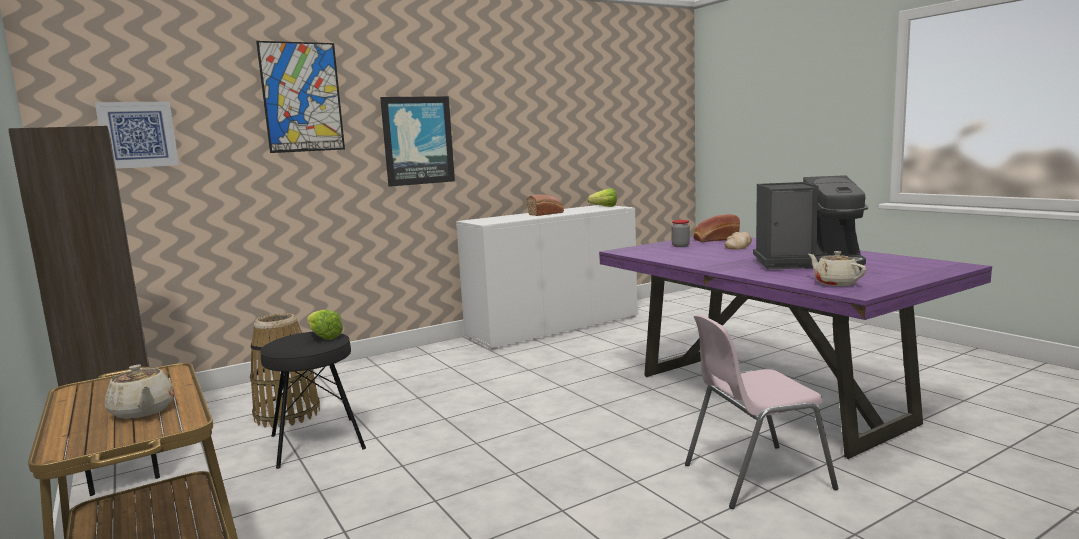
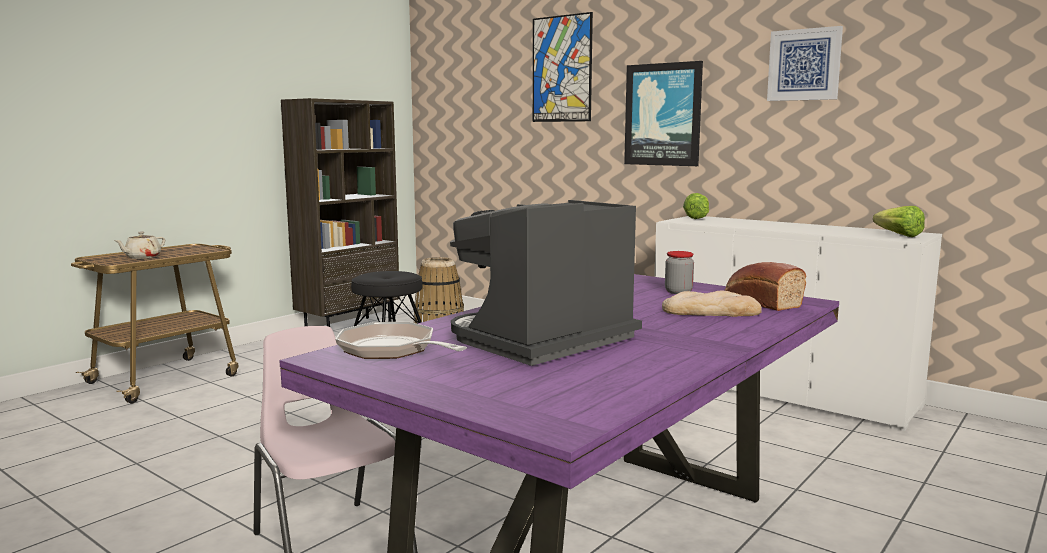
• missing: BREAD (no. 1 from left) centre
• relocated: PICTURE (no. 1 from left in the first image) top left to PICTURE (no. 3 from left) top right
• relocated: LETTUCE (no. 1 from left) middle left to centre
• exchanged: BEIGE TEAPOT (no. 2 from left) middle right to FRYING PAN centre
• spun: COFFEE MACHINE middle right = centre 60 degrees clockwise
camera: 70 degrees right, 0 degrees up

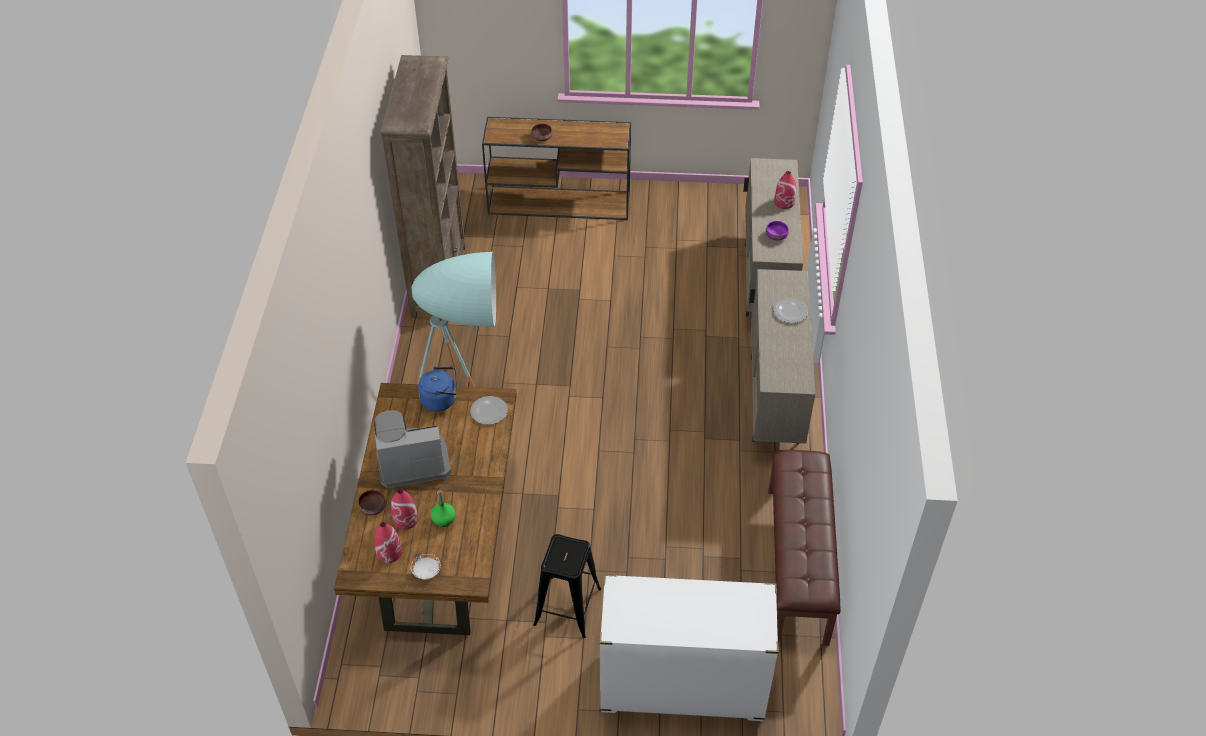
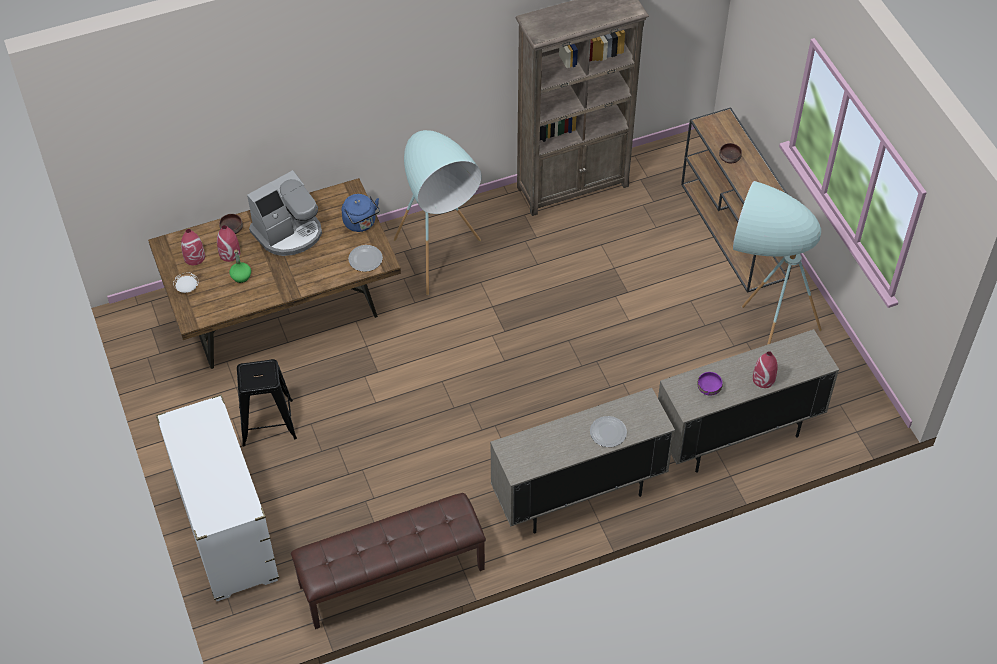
• appeared: TURQUOISE FLOOR LAMP (no. 2 from left) middle right
• spun: COFFEE MACHINE centre = top left 90 degrees clockwise
camera: 65 degrees right, 5 degrees up

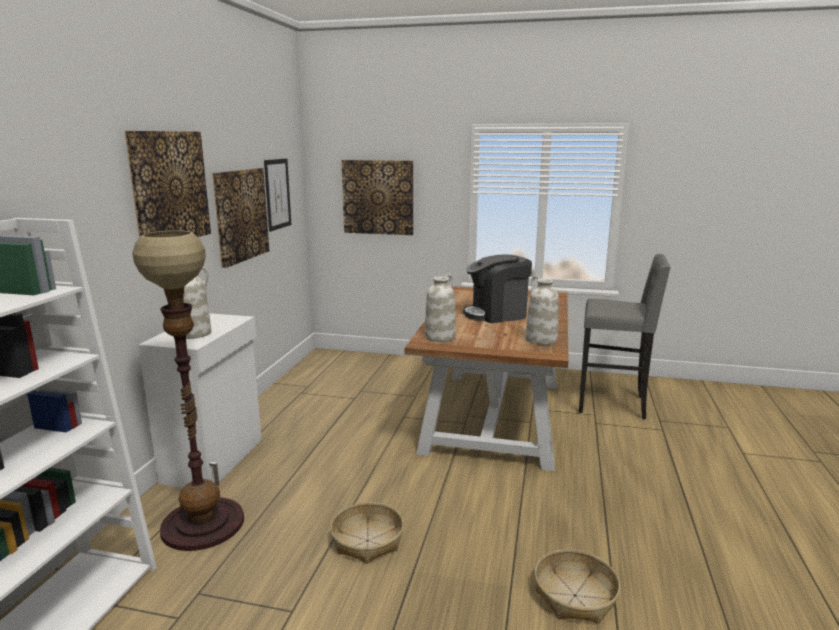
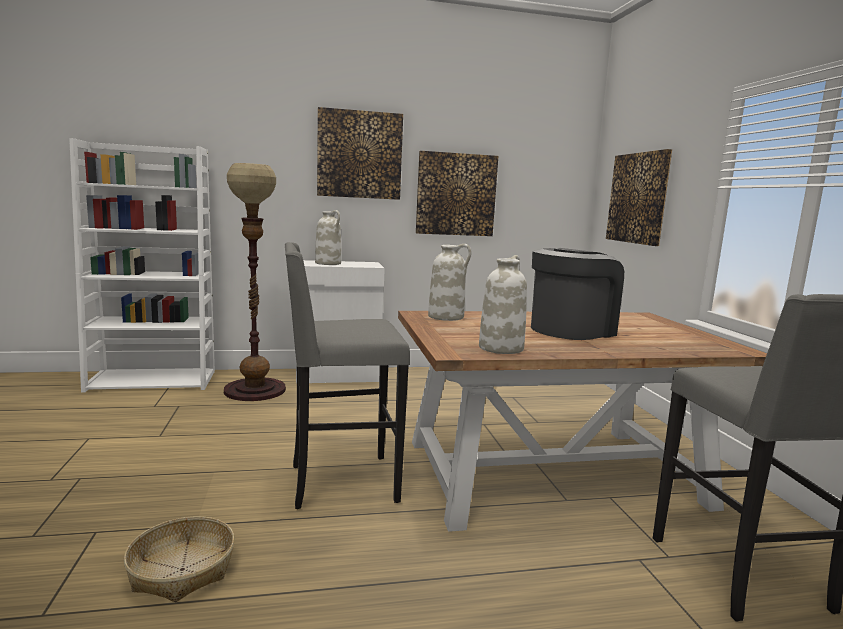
• missing: PICTURE (no. 3 from left) top left
• missing: BASKET (no. 1 from left) bottom centre
• appeared: GREY STOOL (no. 1 from left) centre
• spun: COFFEE MACHINE centre = middle right 90 degrees clockwise
camera: 65 degrees right, 5 degrees down

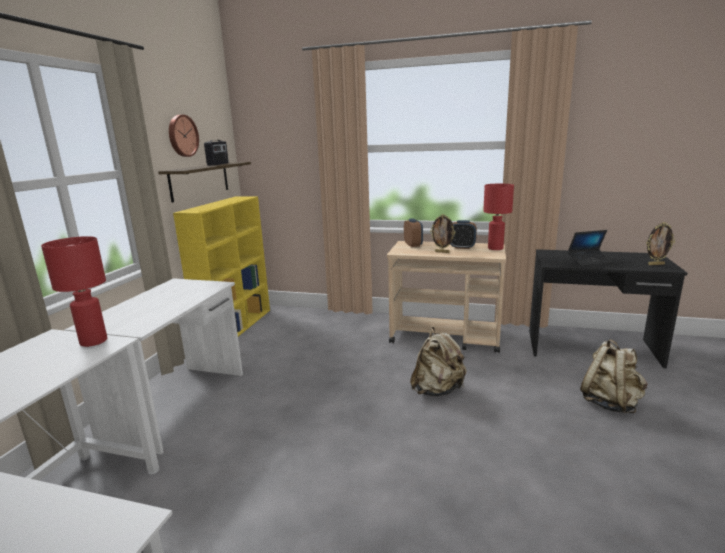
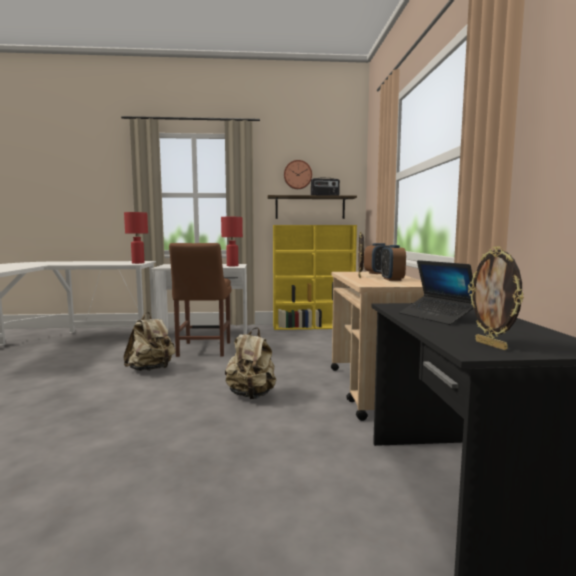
• appeared: BROWN CHAIR centre
• relocated: RED TABLE LAMP (no. 2 from left) middle right to centre
• relocated: BEIGE BACKPACK (no. 2 from left in the first image) bottom right to BEIGE BACKPACK (no. 1 from left) middle left
camera: 70 degrees right, 10 degrees down

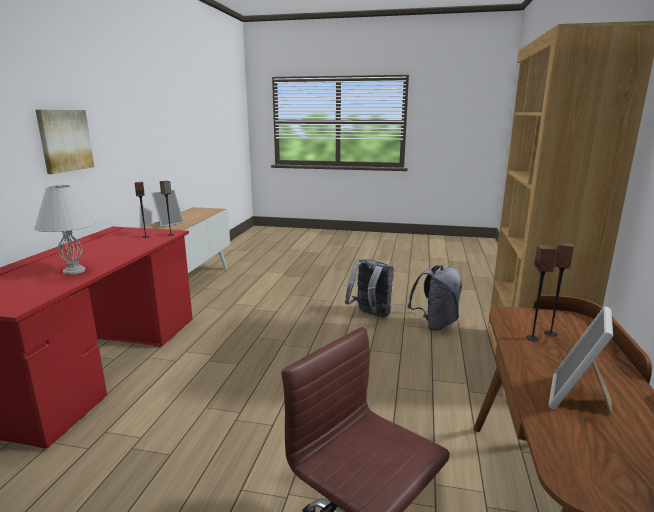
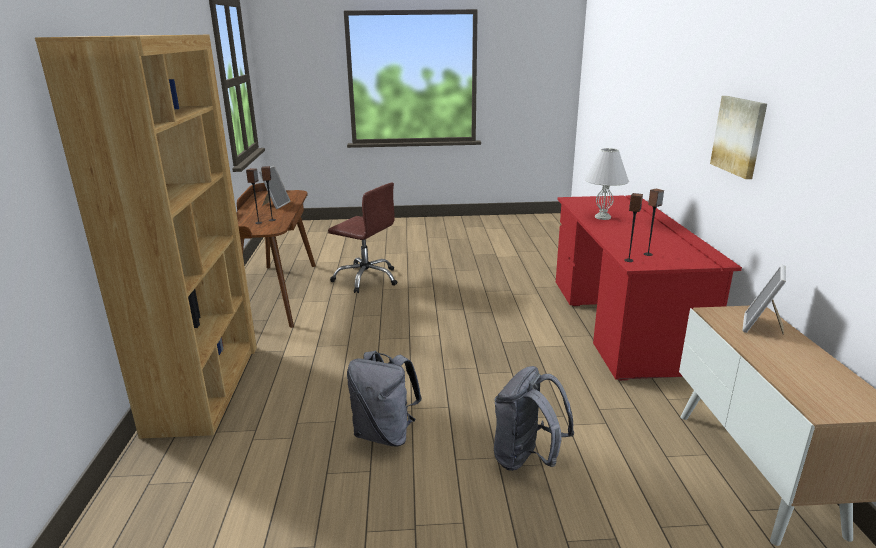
• relocated: GREY BACKPACK (no. 2 from left) centre to bottom centre
camera: 165 degrees right, 5 degrees up

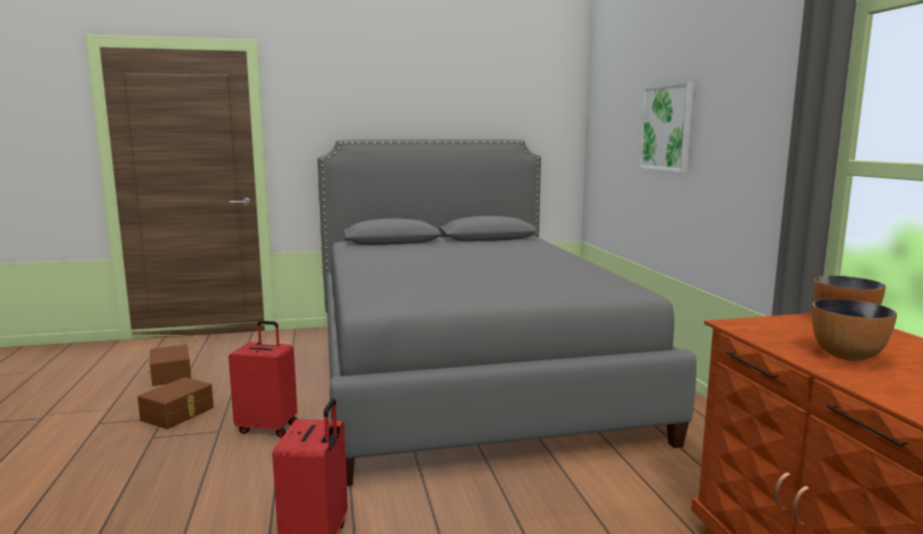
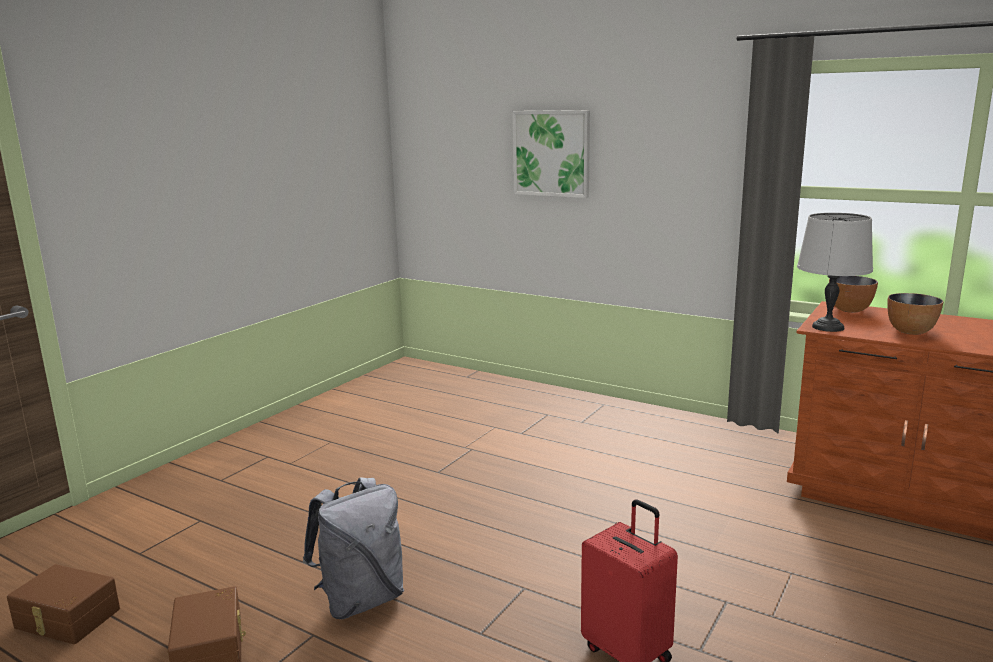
• missing: GREY BED centre
• appeared: GREY TABLE LAMP middle right
• exchanged: RED SUITCASE (no. 1 from left) bottom left to GREY BACKPACK bottom centre
camera: 45 degrees left, 5 degrees up

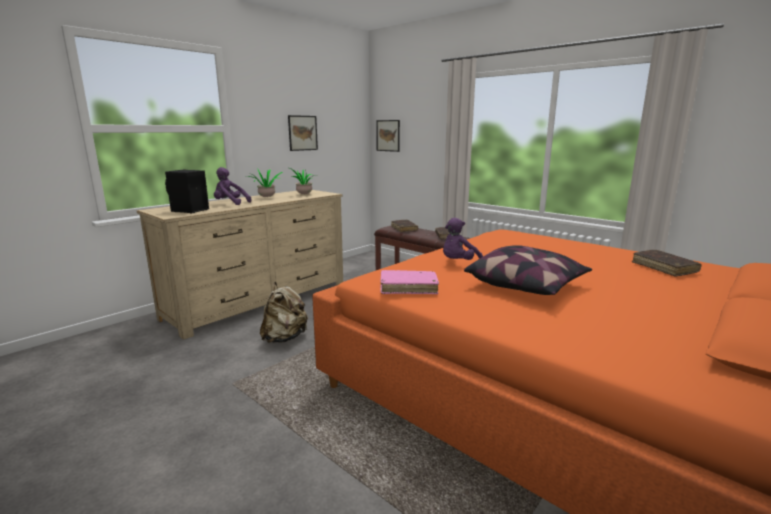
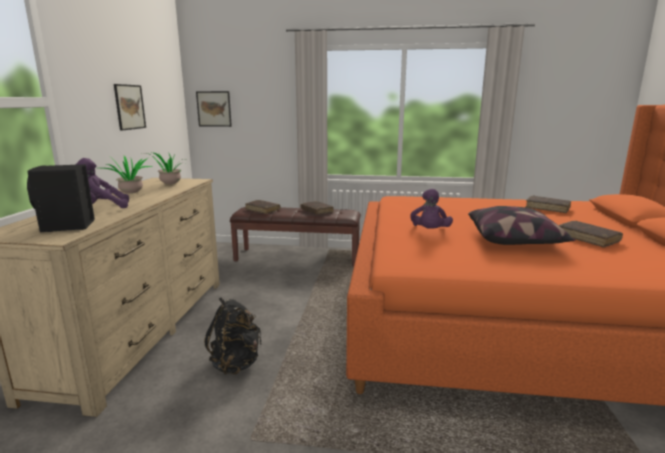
• missing: PINK BOOK centre
• appeared: BROWN BOOK (no. 4 from left) middle right
• colour: BEIGE BACKPACK centre to BLACK BACKPACK bottom centre
camera: 35 degrees left, 0 degrees up

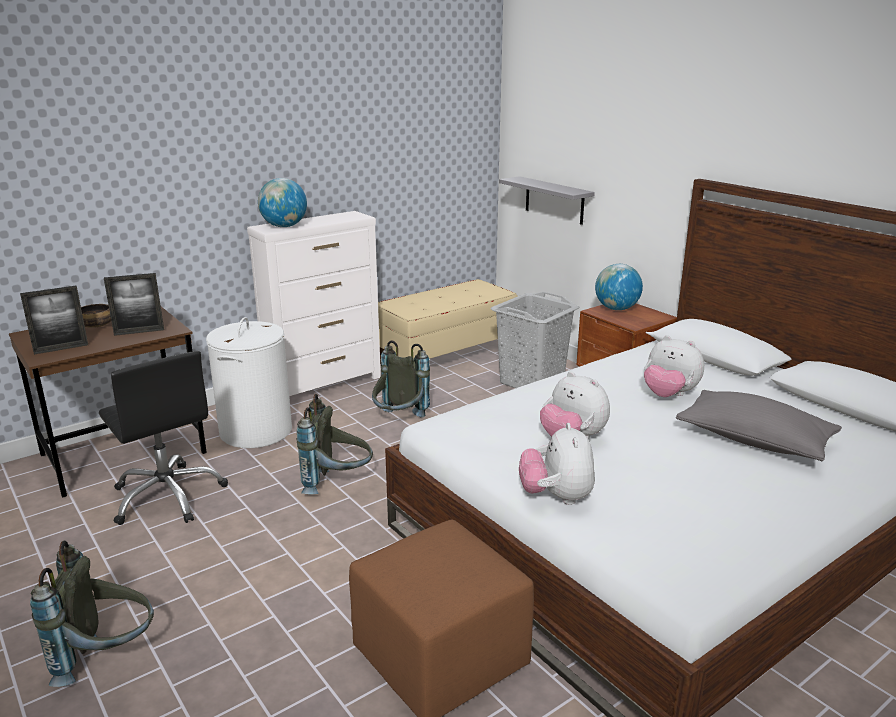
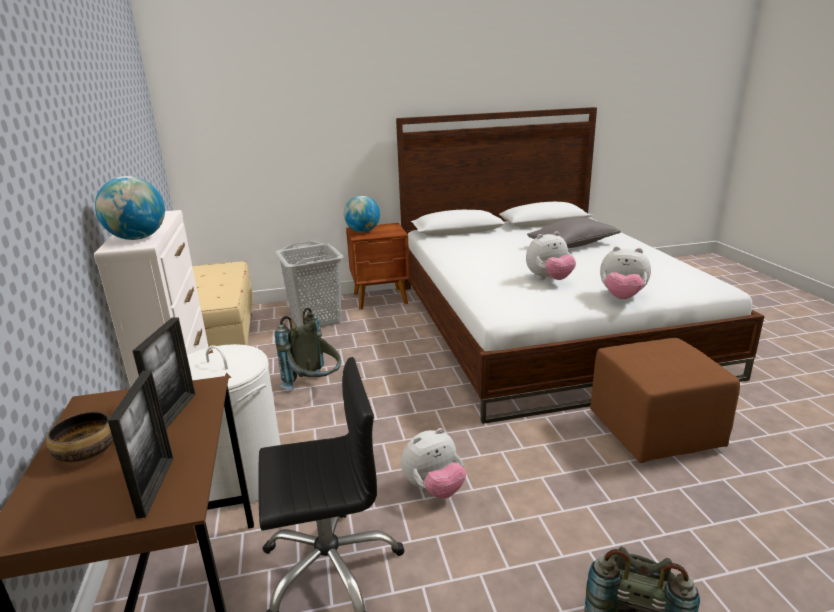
• missing: GREY BACKPACK (no. 2 from left) centre
• missing: GREY SHELF top centre
• relocated: PLUSH TOY (no. 3 from left in the first image) middle right to PLUSH TOY (no. 1 from left) bottom centre
camera: 65 degrees left, 0 degrees up

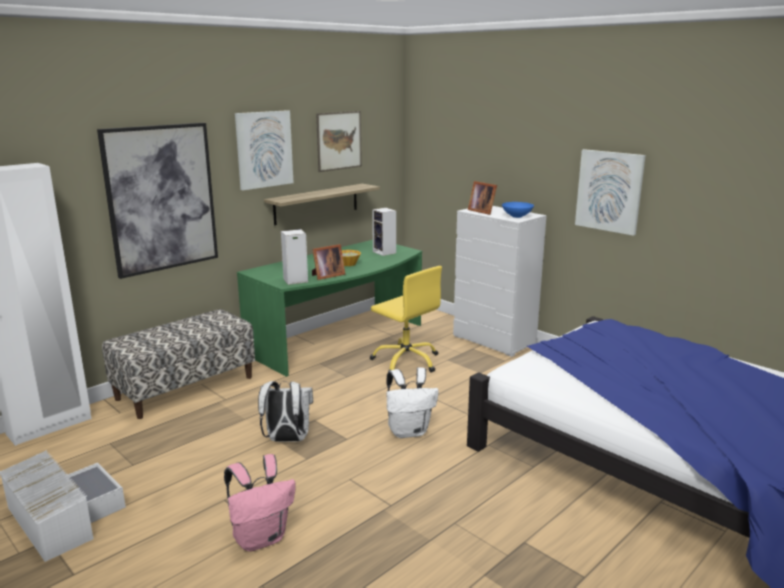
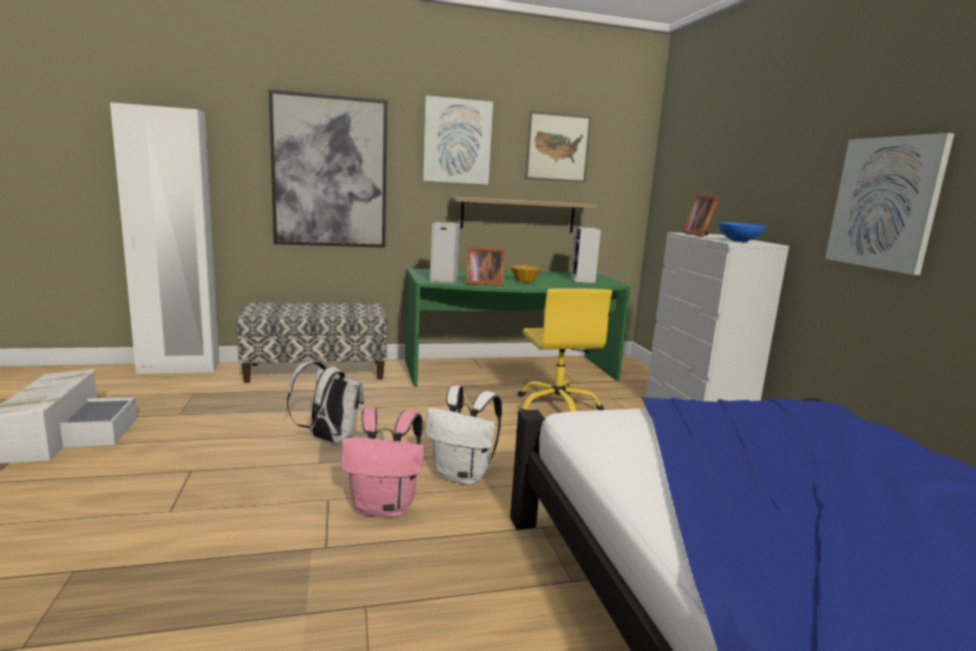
• relocated: PINK BACKPACK bottom left to bottom centre
camera: 30 degrees right, 5 degrees down

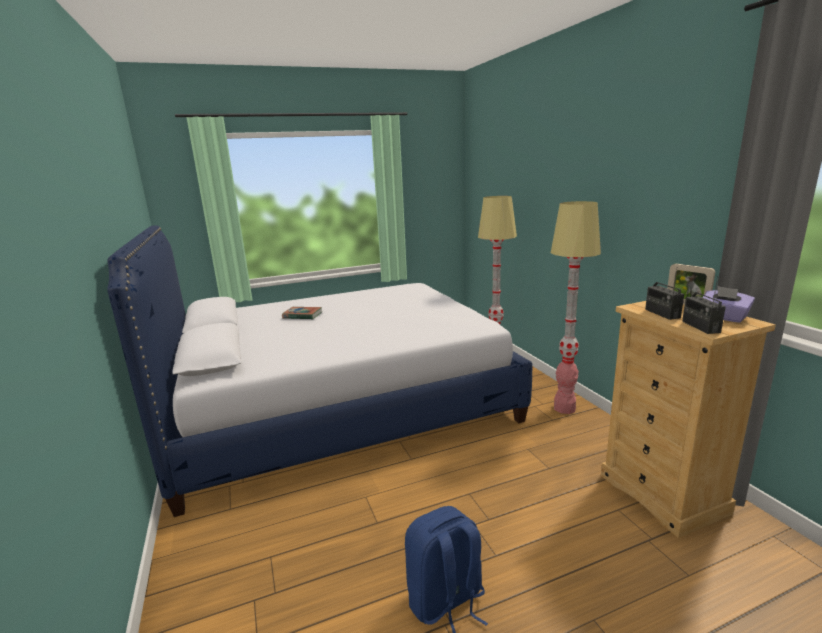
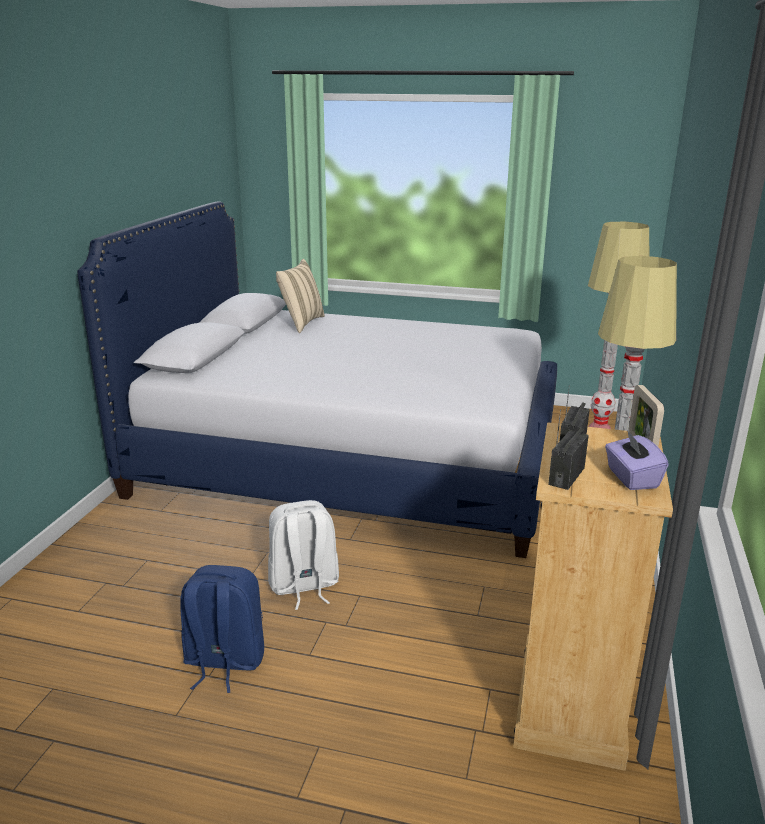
• missing: BOOK centre
• appeared: WHITE BACKPACK bottom centre
• appeared: BEIGE PILLOW centre
camera: 35 degrees right, 5 degrees up

